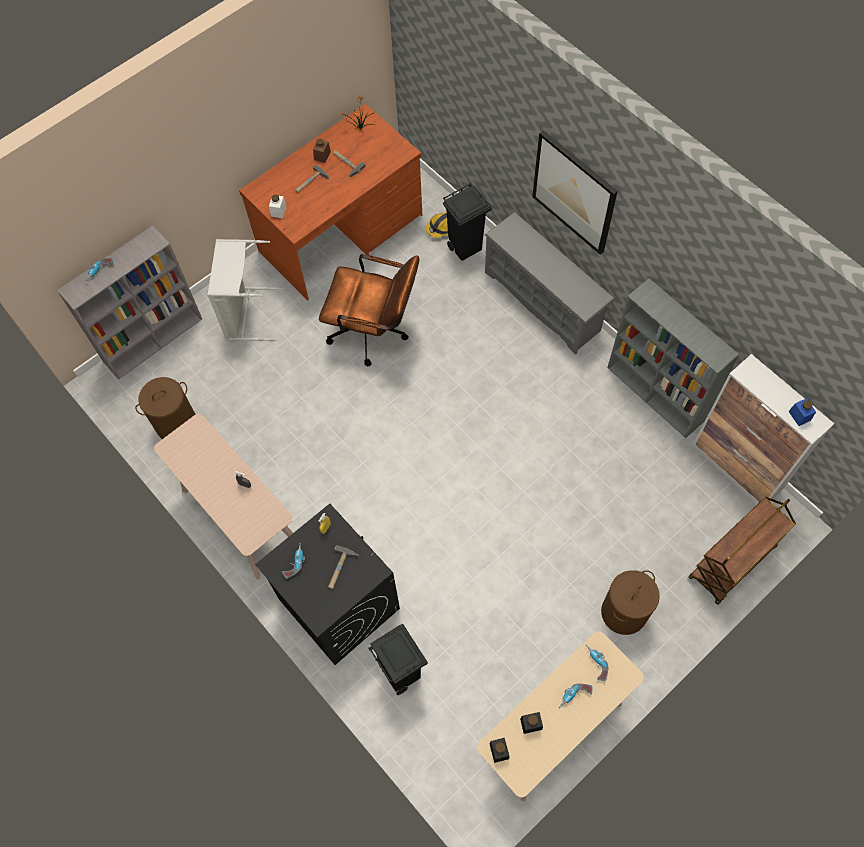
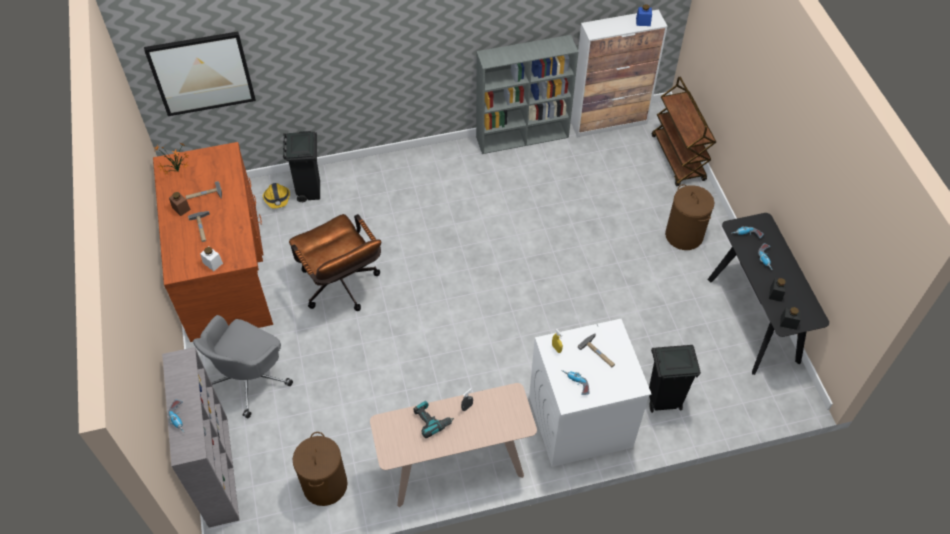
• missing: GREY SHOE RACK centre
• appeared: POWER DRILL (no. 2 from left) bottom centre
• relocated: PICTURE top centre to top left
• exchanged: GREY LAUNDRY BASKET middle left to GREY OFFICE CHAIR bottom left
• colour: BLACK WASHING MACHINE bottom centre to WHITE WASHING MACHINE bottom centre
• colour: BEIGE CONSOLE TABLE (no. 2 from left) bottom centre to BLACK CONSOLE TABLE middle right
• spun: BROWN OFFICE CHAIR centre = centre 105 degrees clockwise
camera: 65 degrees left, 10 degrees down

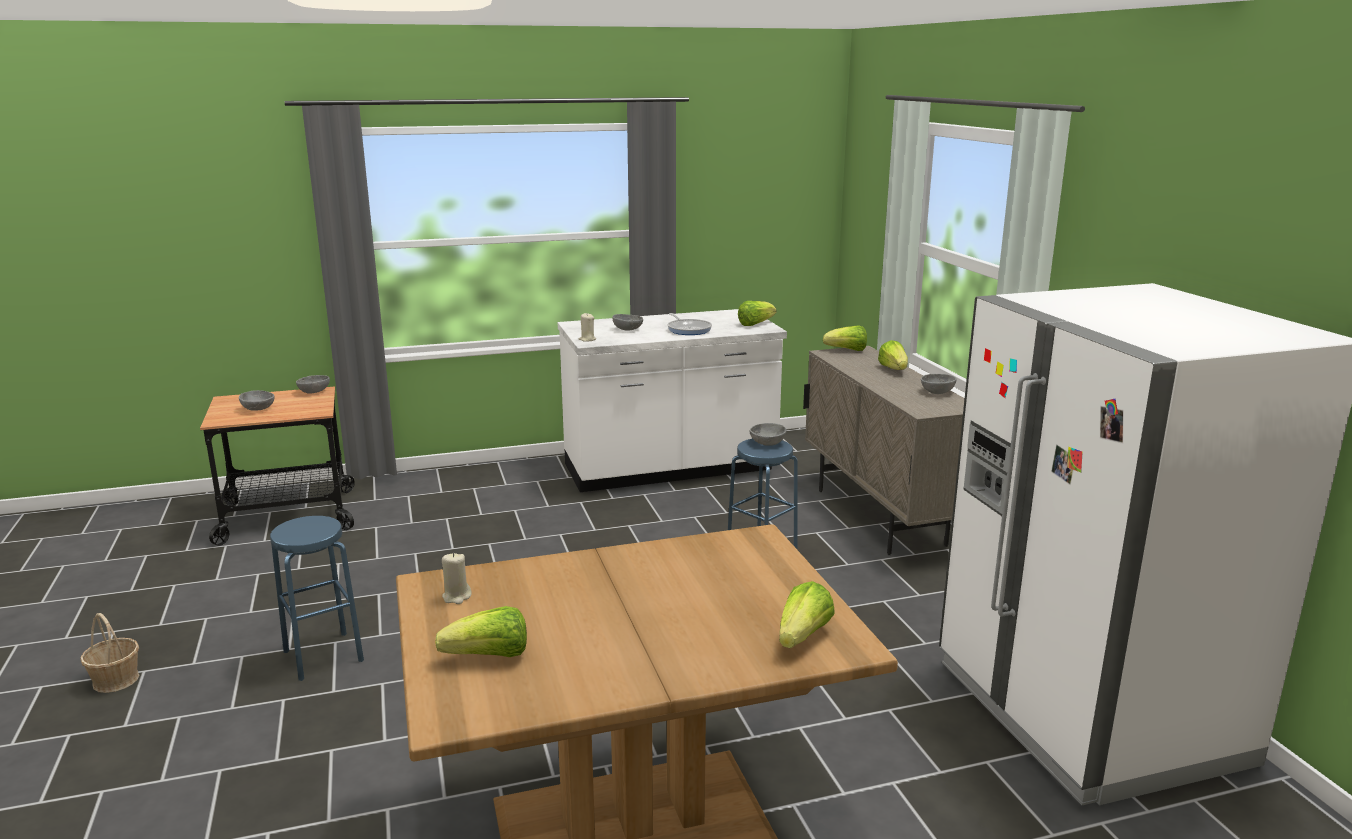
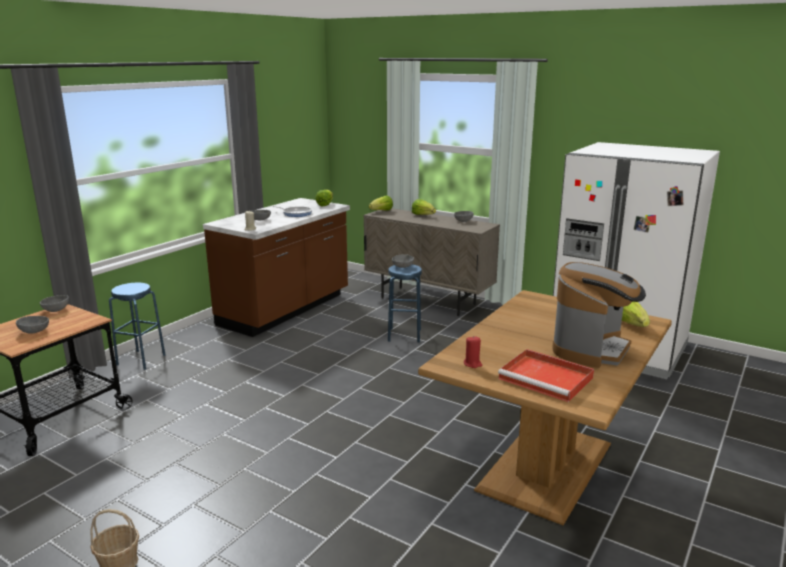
• appeared: COFFEE MACHINE middle right
• relocated: BLUE STOOL (no. 1 from left) bottom left to middle left
• exchanged: LETTUCE (no. 1 from left) bottom centre to RED TRAY middle right
• colour: BEIGE CANDLE (no. 1 from left) bottom centre to RED CANDLE centre
• colour: WHITE COUNTER centre to BROWN COUNTER centre
camera: 40 degrees left, 0 degrees up

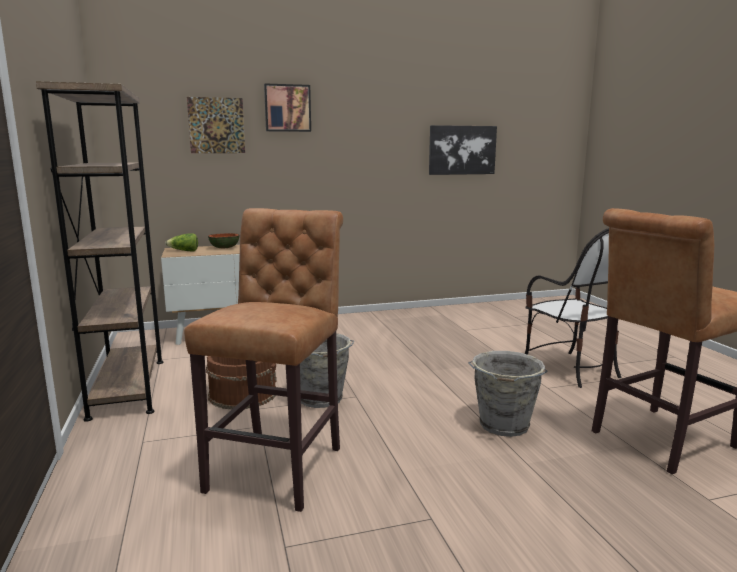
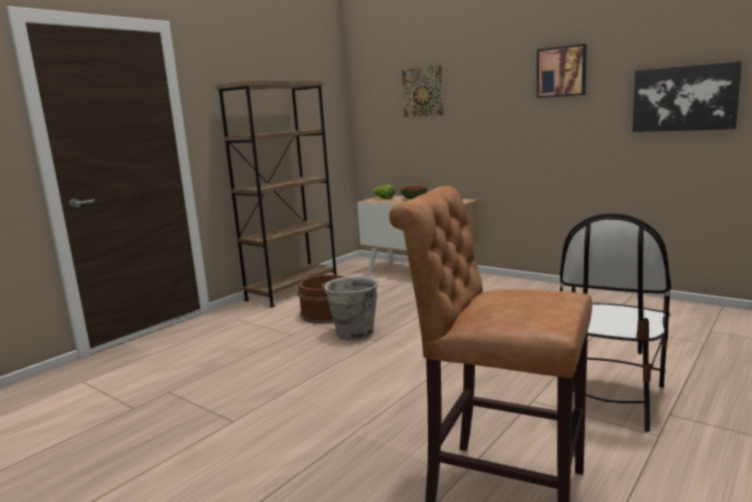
• missing: BROWN STOOL (no. 1 from left) centre
• missing: GREY BUCKET (no. 2 from left) bottom right
• relocated: PICTURE (no. 2 from left) top centre to top right
camera: 55 degrees right, 0 degrees up

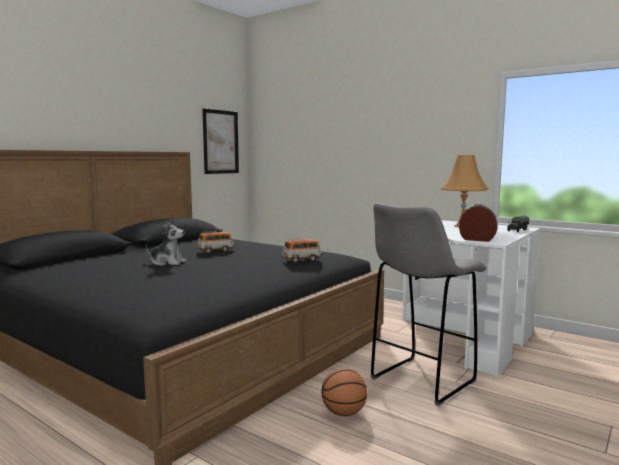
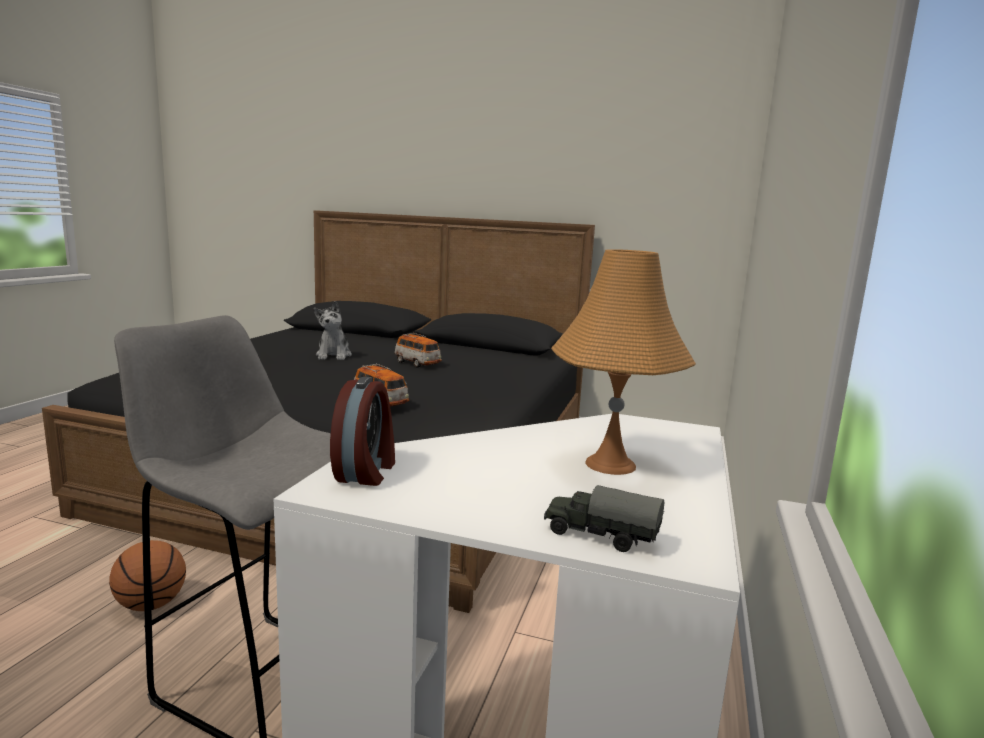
• missing: PICTURE top centre
camera: 70 degrees right, 5 degrees up

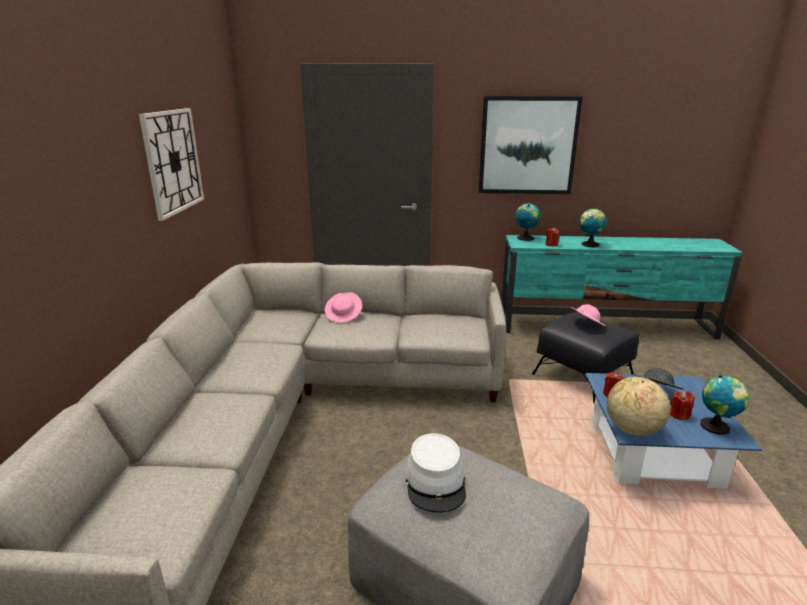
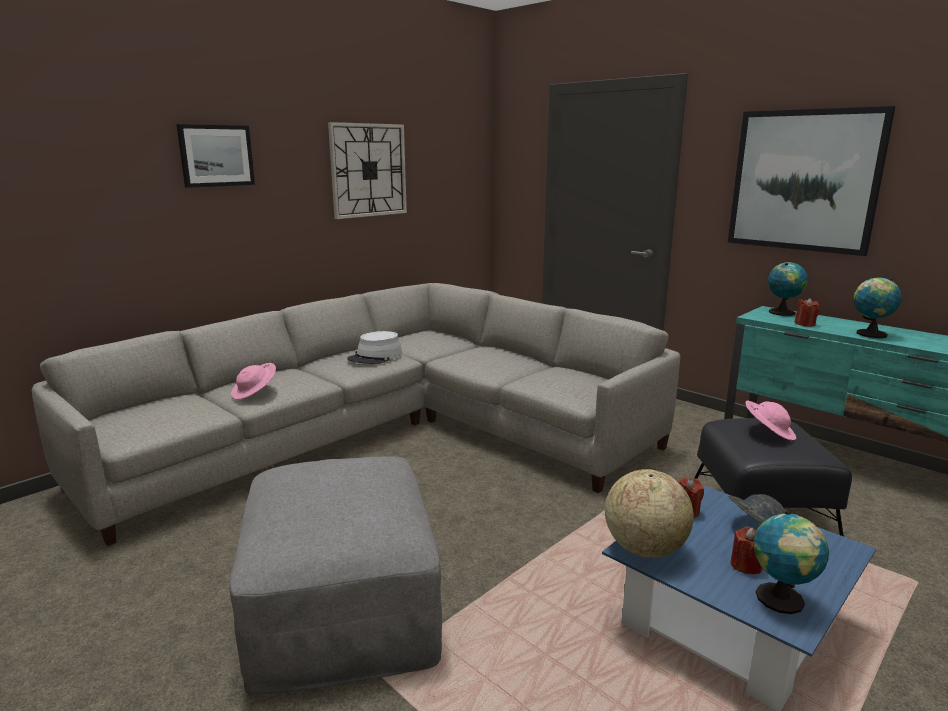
• appeared: PICTURE (no. 1 from left) top left
• relocated: PINK HAT (no. 1 from left) centre to middle left
• relocated: GREY HAT (no. 1 from left) bottom centre to centre
camera: 40 degrees right, 5 degrees down

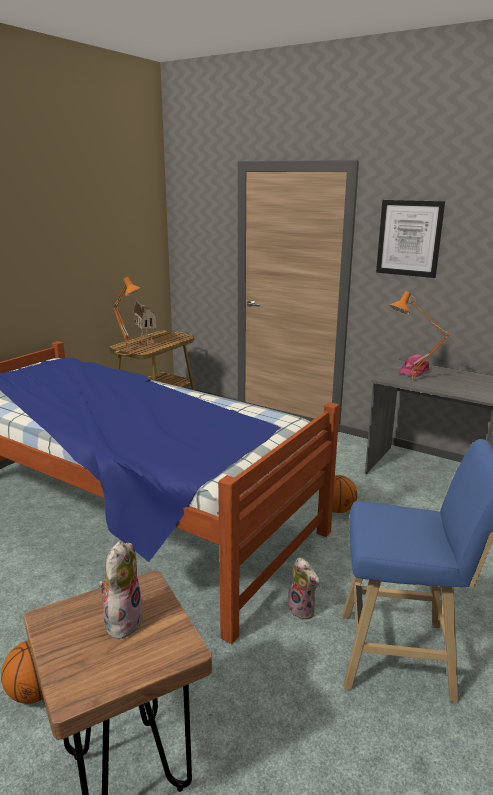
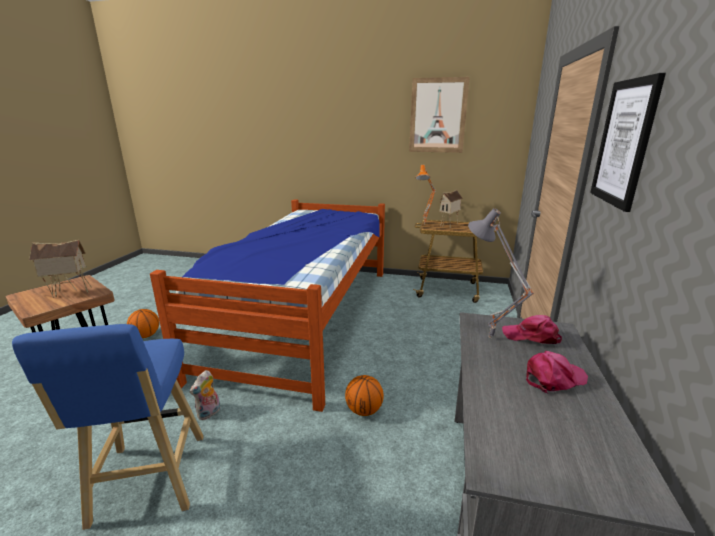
• appeared: PICTURE (no. 1 from left) top centre
• appeared: PINK CAP (no. 2 from left) bottom right
• exchanged: PLUSH TOY (no. 1 from left) bottom left to TOY HOUSE (no. 1 from left) middle left
• colour: ORANGE TABLE LAMP (no. 2 from left) middle right to GREY TABLE LAMP middle right
camera: 70 degrees right, 0 degrees up

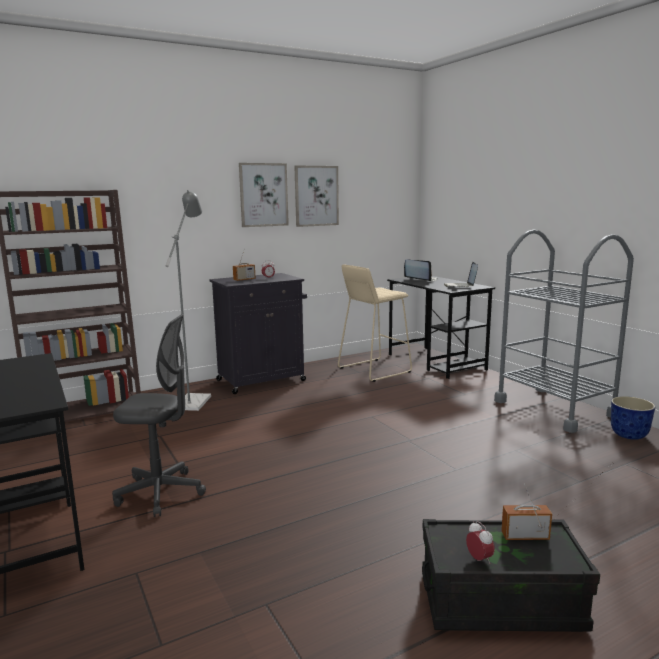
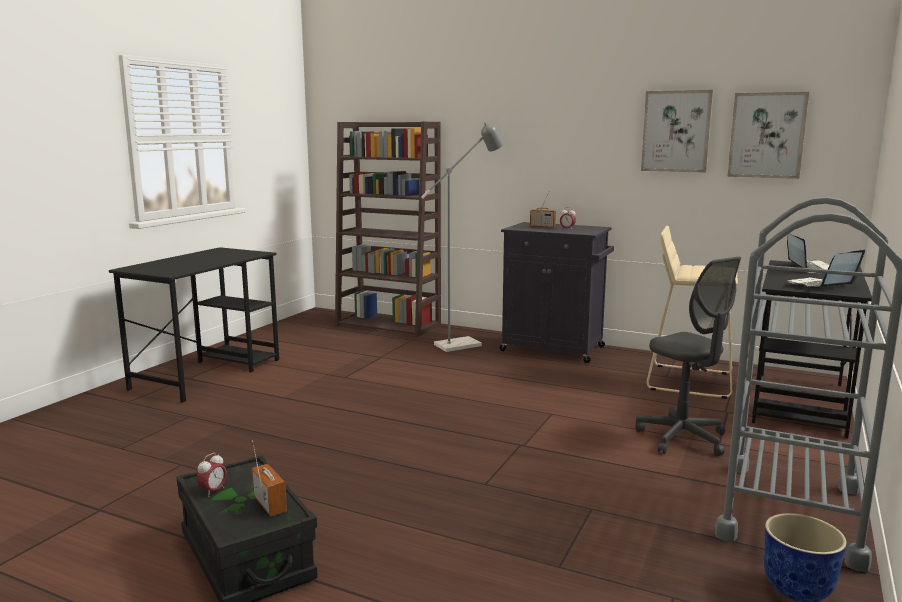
• relocated: GREY OFFICE CHAIR middle left to middle right
• relocated: PICTURE (no. 1 from left in the first image) top centre to PICTURE (no. 2 from left) top right
camera: 55 degrees right, 0 degrees up

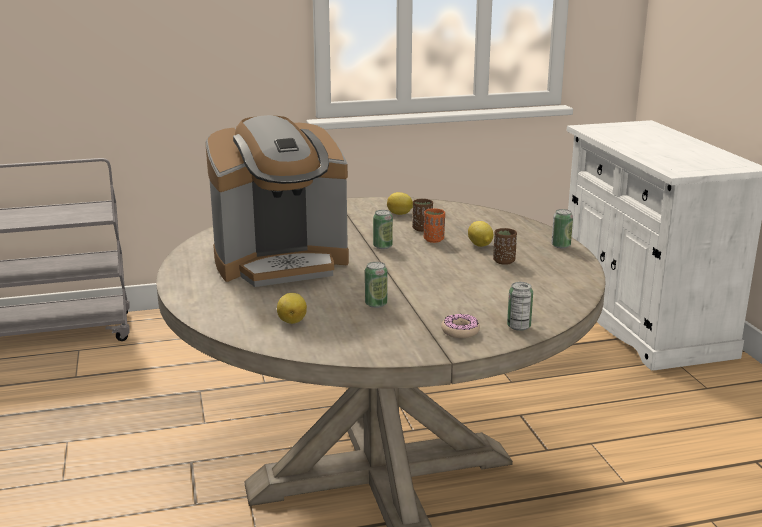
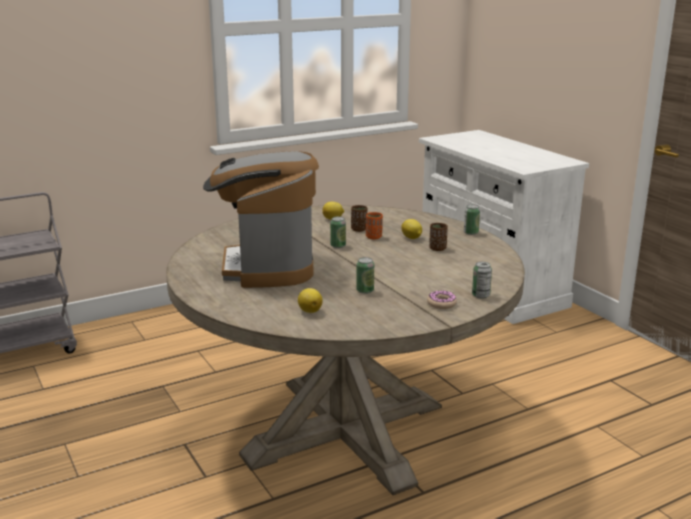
• spun: COFFEE MACHINE centre = centre 120 degrees clockwise
camera: 15 degrees left, 0 degrees up

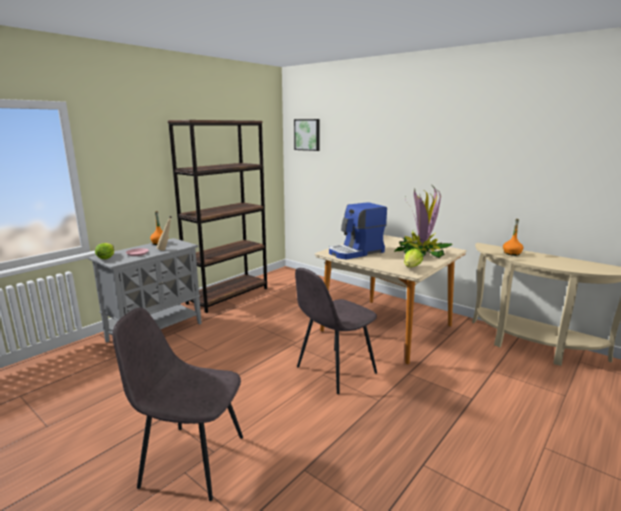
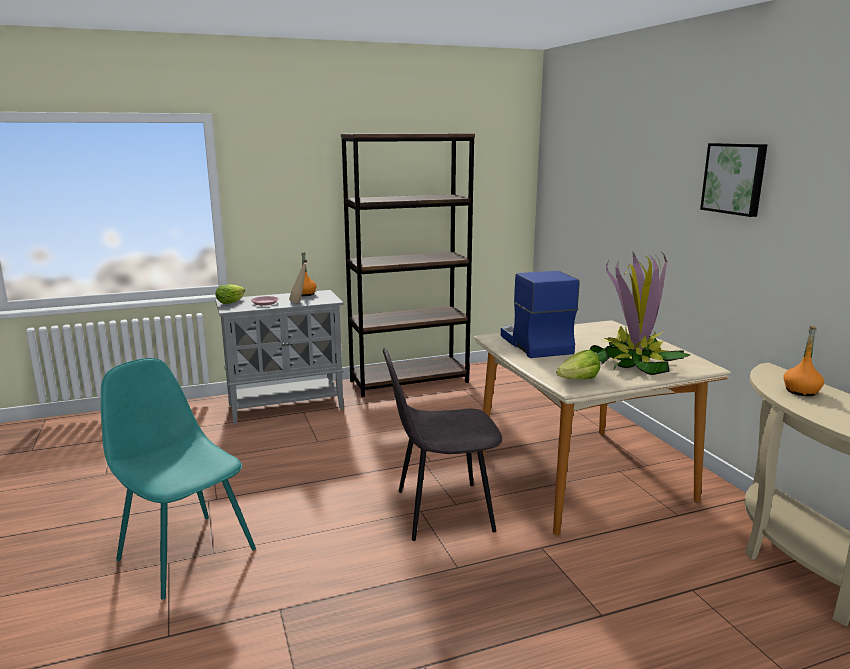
• relocated: PICTURE top centre to top right
• colour: GREY CHAIR (no. 1 from left) bottom left to TURQUOISE CHAIR bottom left
• spun: COFFEE MACHINE centre = centre 75 degrees clockwise
camera: 30 degrees right, 0 degrees up

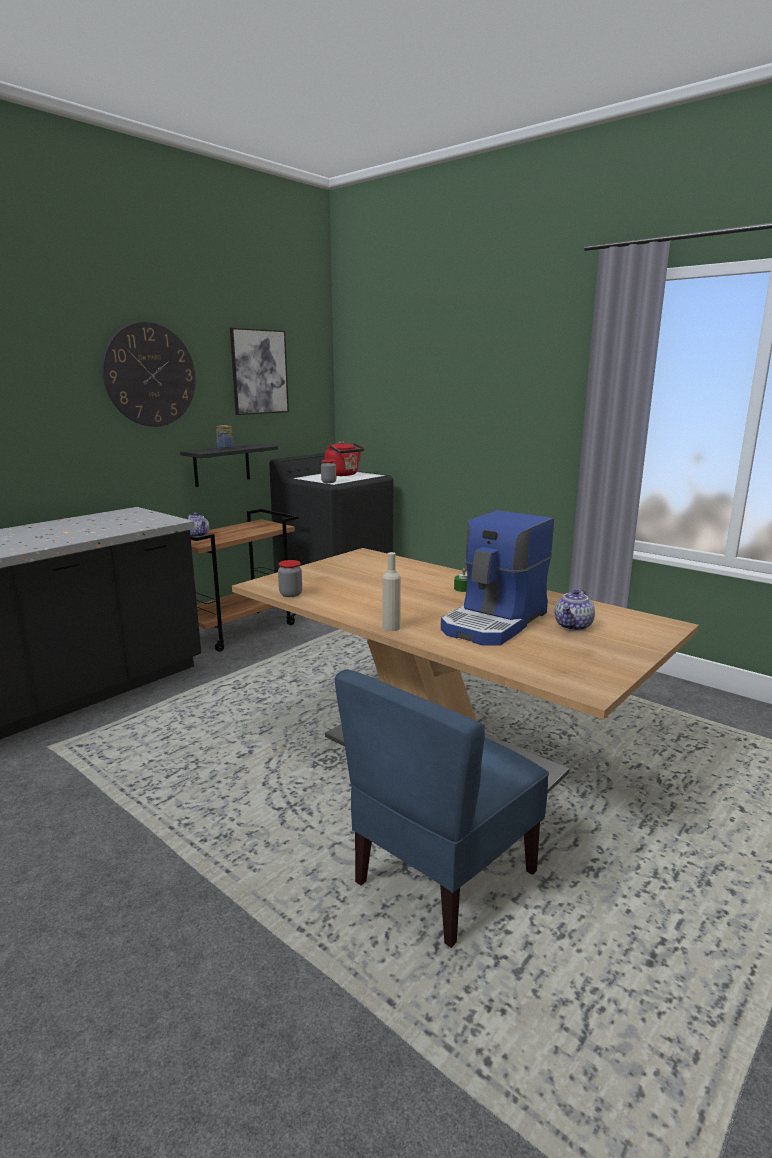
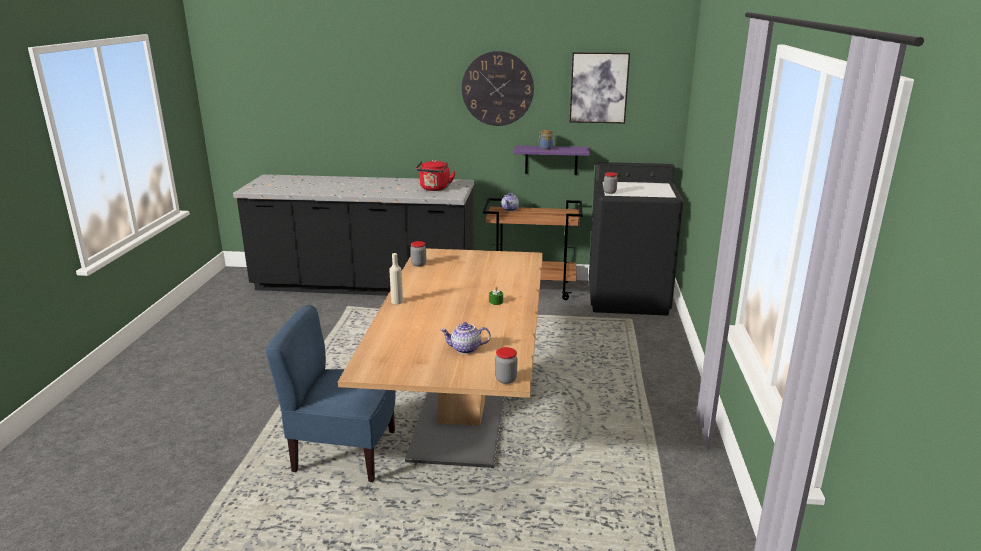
• missing: COFFEE MACHINE centre
• appeared: JAR (no. 2 from left) centre
• relocated: RED KETTLE centre to top centre
• colour: BLACK SHELF middle left to PURPLE SHELF top centre
camera: 55 degrees right, 5 degrees up

